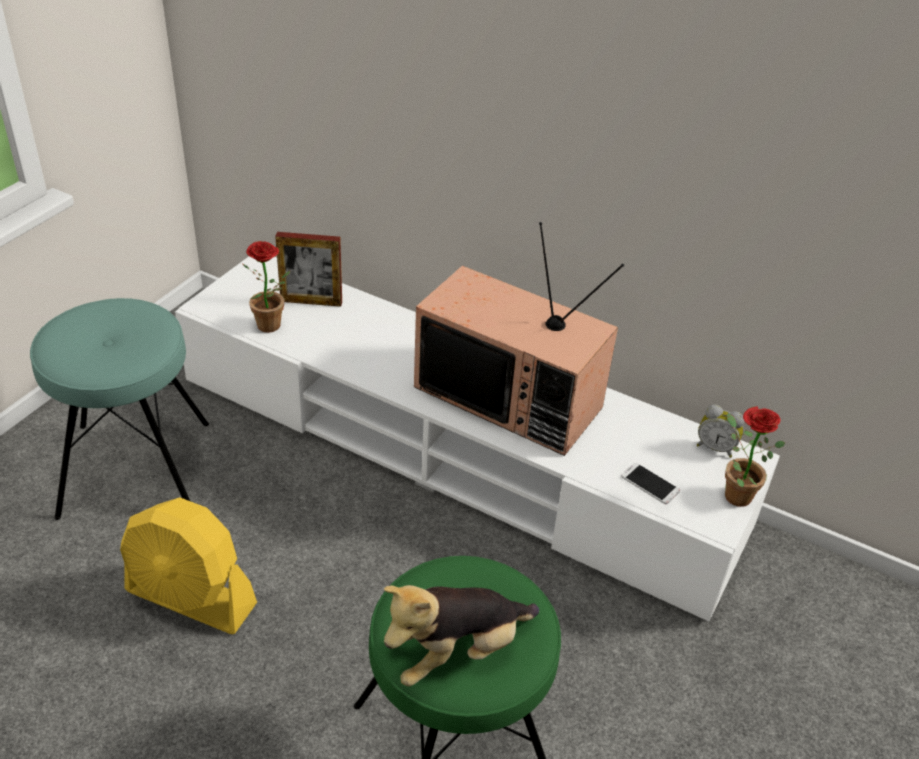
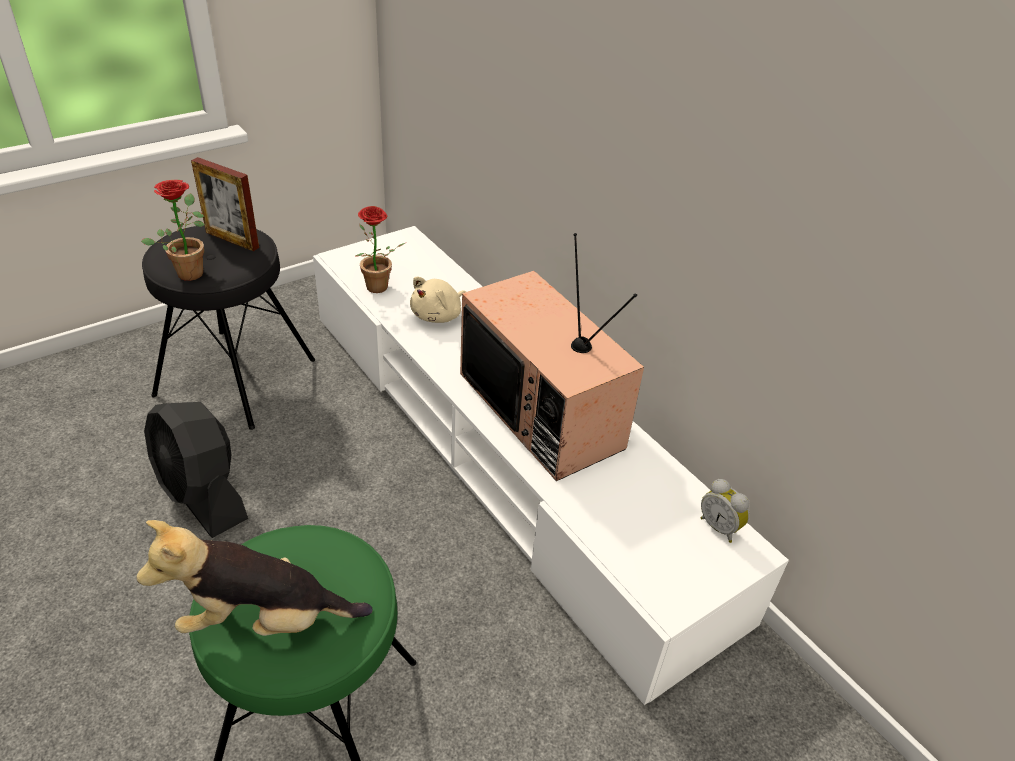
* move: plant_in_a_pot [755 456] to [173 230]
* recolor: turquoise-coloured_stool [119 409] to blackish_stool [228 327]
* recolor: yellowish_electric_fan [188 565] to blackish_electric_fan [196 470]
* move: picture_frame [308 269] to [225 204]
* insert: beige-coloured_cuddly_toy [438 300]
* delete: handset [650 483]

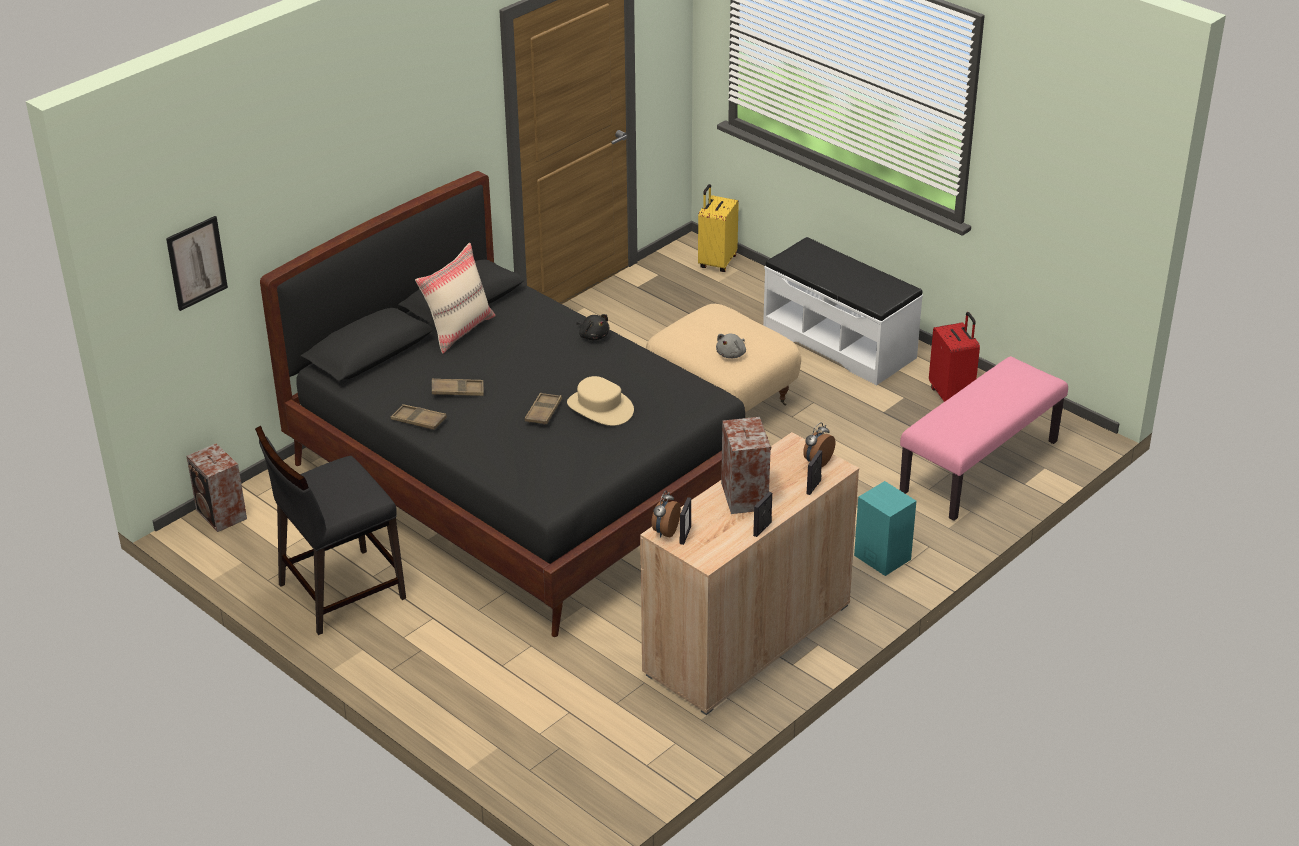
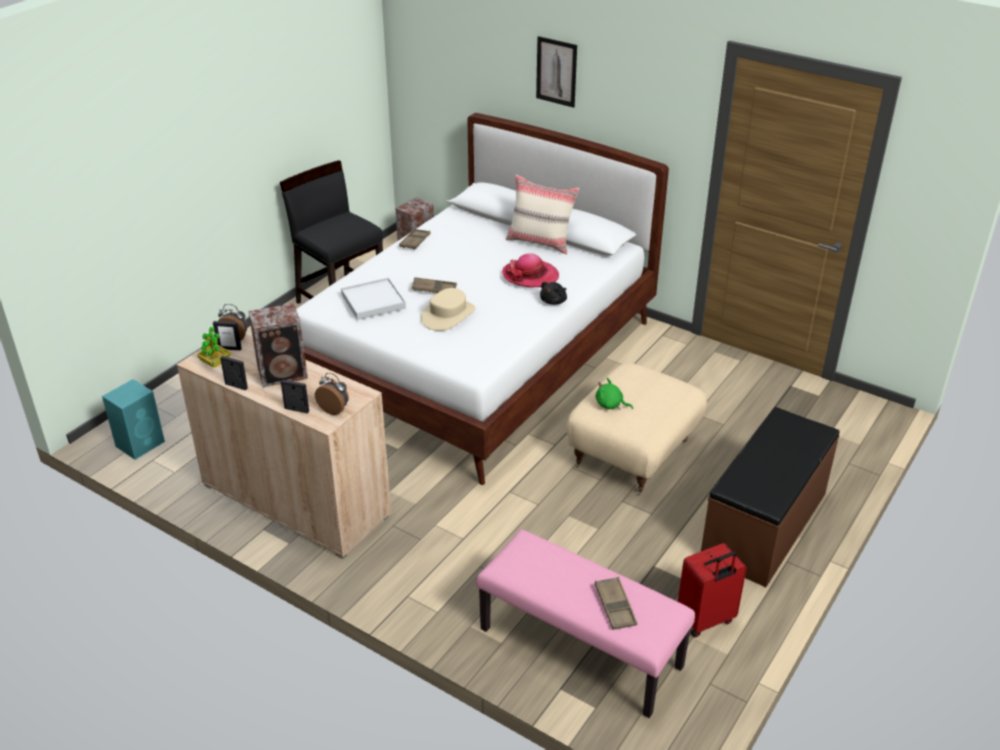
* move: turquoise-coloured_loudspeaker [885 528] to [133 419]
* insert: plant_in_a_pot [214 347]
* recolor: blackish_bed [502 404] to white-coloured_bed [482 299]
* insert: white-coloured_serving_tray [373 299]
* insert: wearable_hat [530 270]
* move: wall_art [197 263] to [556 72]
* move: brownish_serving_tray [458 387] to [616 603]
* recolor: gray_cuddly_toy [731 346] to green-coloured_cuddly_toy [614 394]
* recolor: white-coloured_long_seat [843 311] to brownish_long_seat [770 497]
* delete: yellowish_suitcase [718 228]

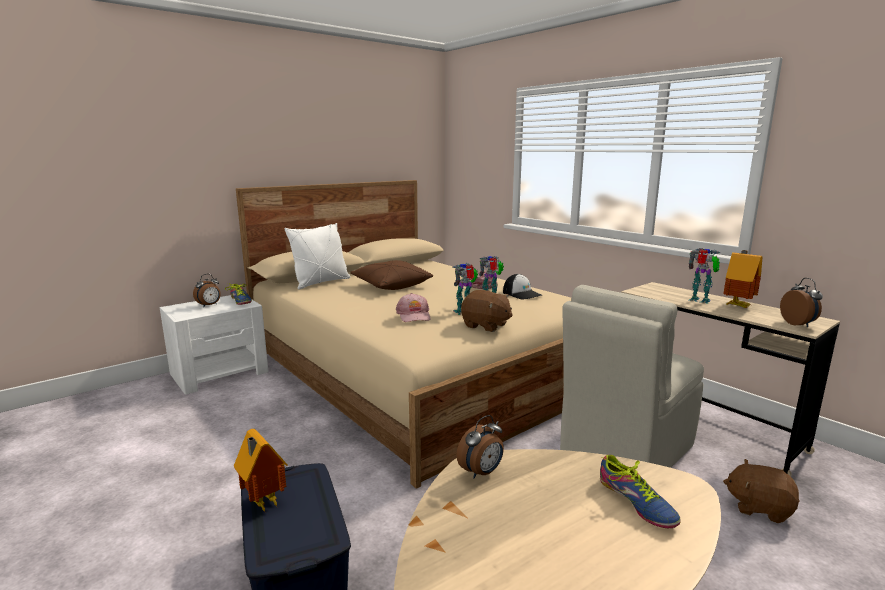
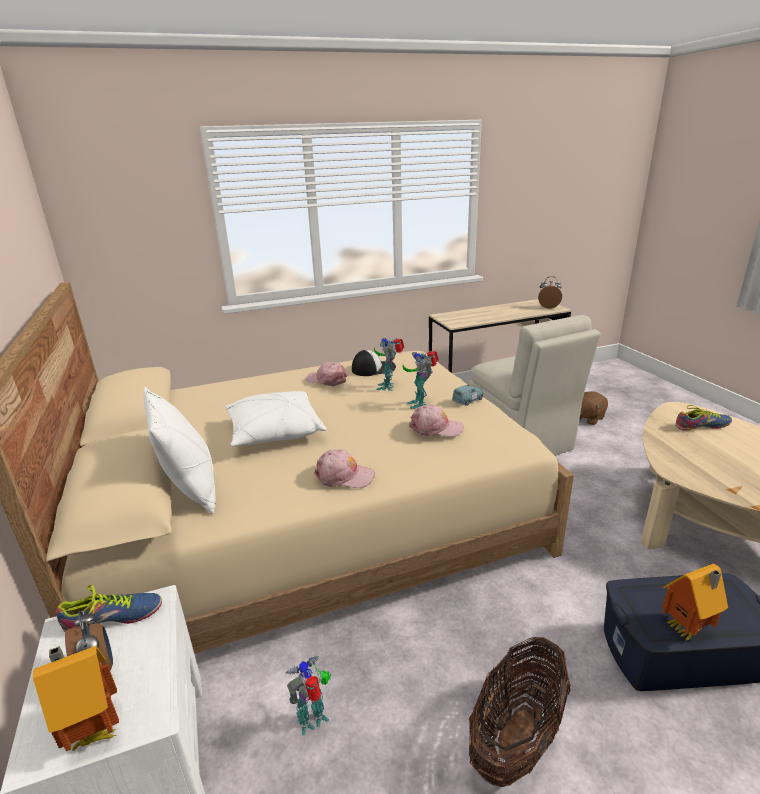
* move: model_house [743 279] to [76 699]
* recolor: brownish_throw_pillow [391 275] to white-coloured_throw_pillow [275 418]
* move: model_robot [704 276] to [308 695]
* insert: pinkish_cap [344 469]
* replace: brownish_cuddly_toy [487 311] to blue-coloured_miniature_car [468 395]
* insert: storage_basket [520 712]
* delete: table_clock [480 446]

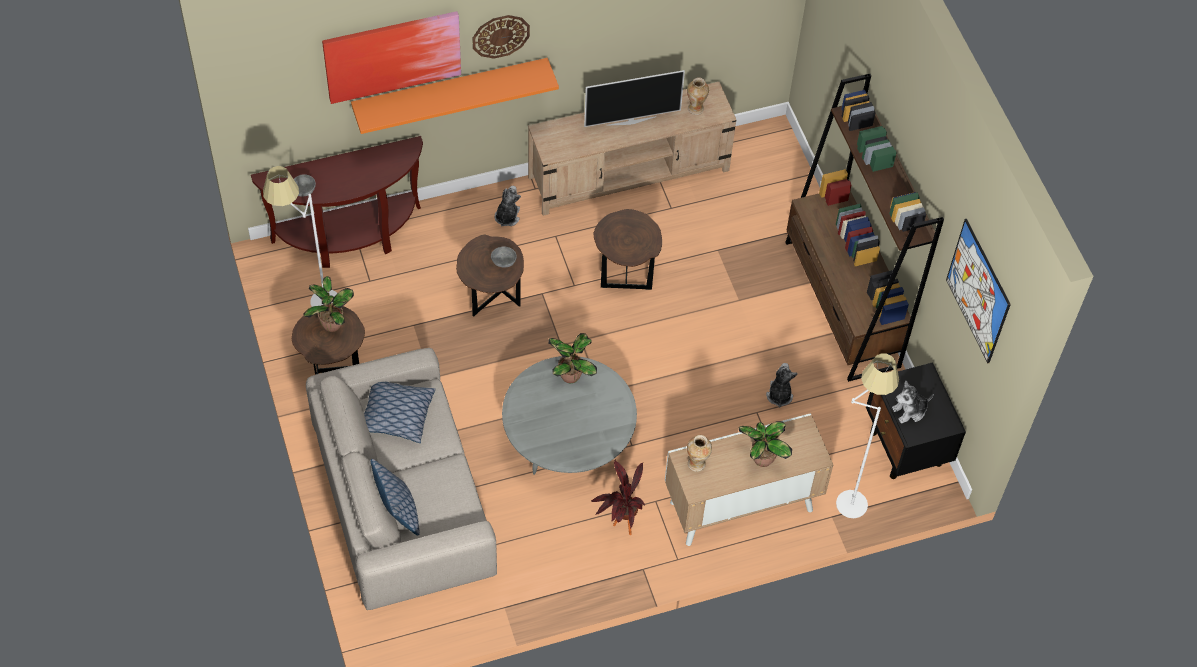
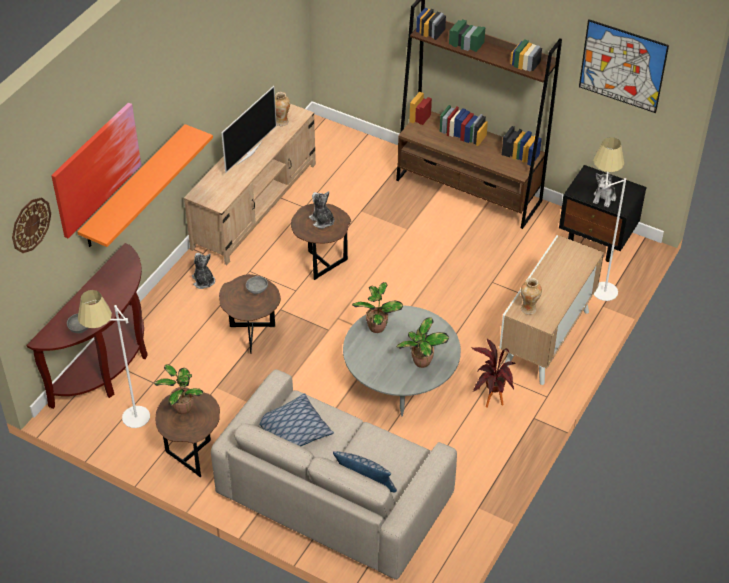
* move: wall_clock [501 37] to [31 225]
* move: cuddly_toy [782 385] to [321 210]
* move: plant_in_a_pot [765 444] to [423 342]

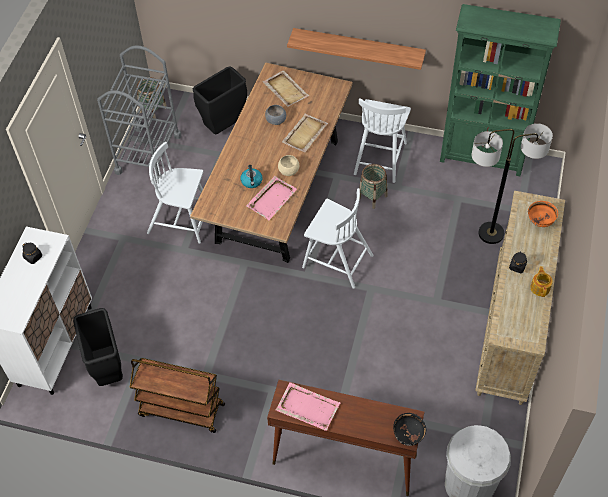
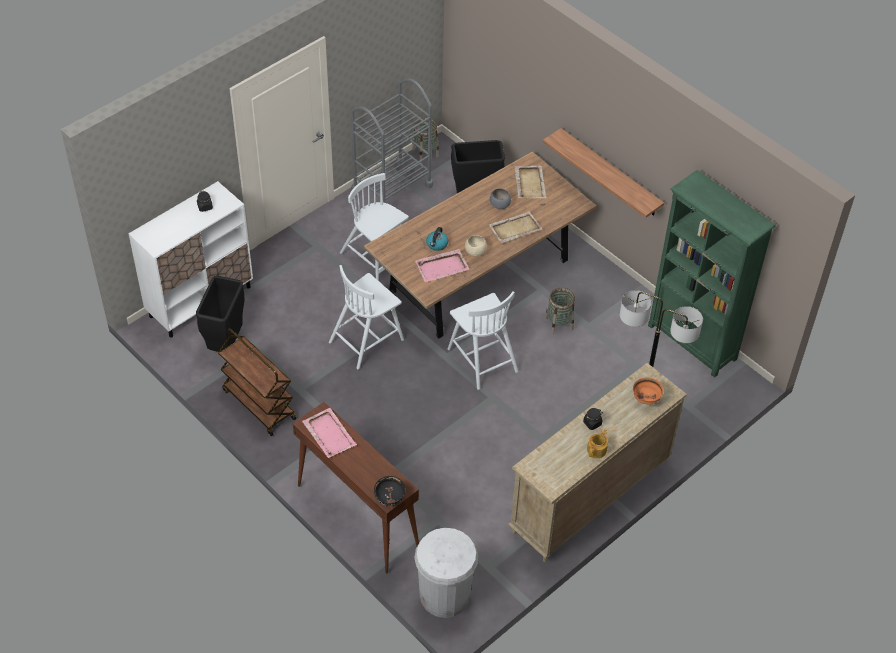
* move: white-coloured_chair [382 140] to [366 317]

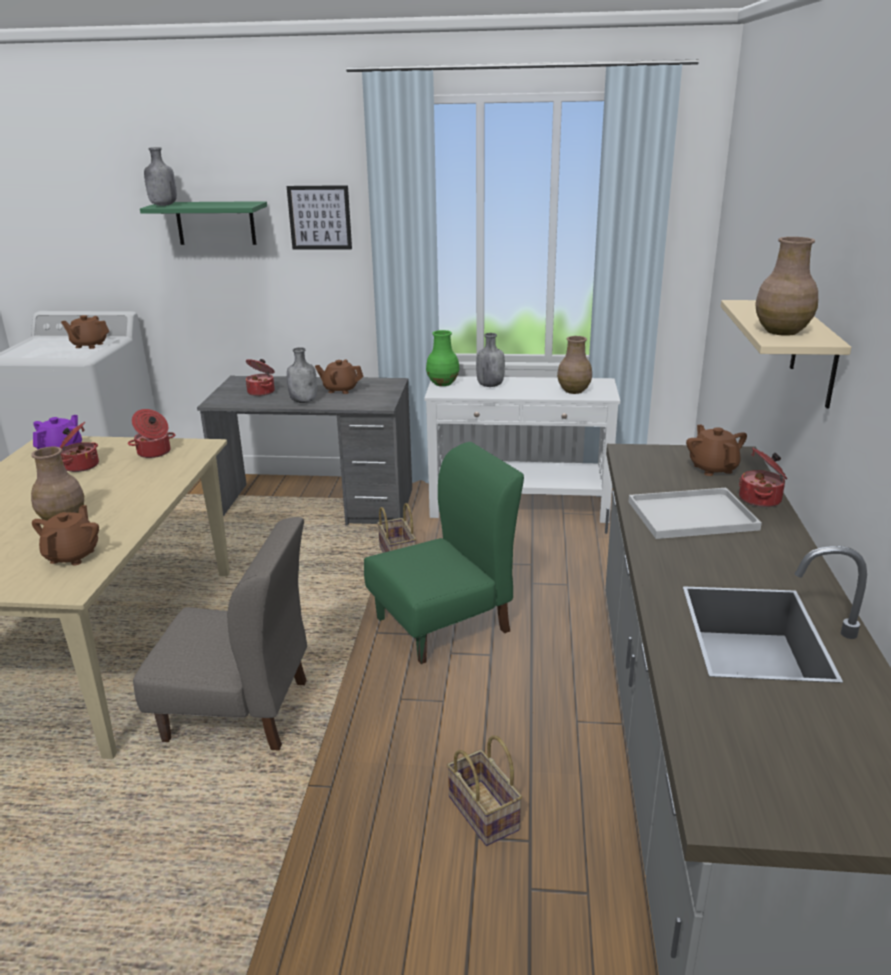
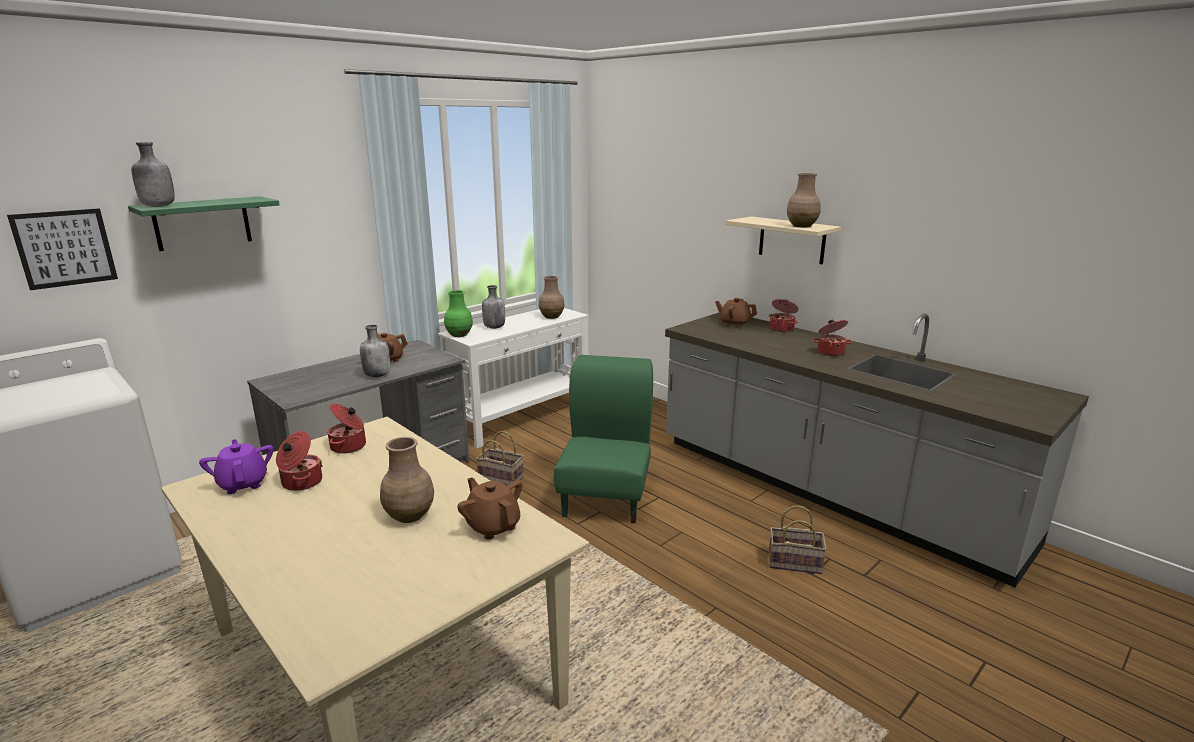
* move: wall_art [319 217] to [62 249]
* move: cooking_pot [260 377] to [832 338]
* delete: brownish_pot_for_tea [85 332]
* delete: gray_chair [220 634]
* delete: white-coloured_serving_tray [695 513]

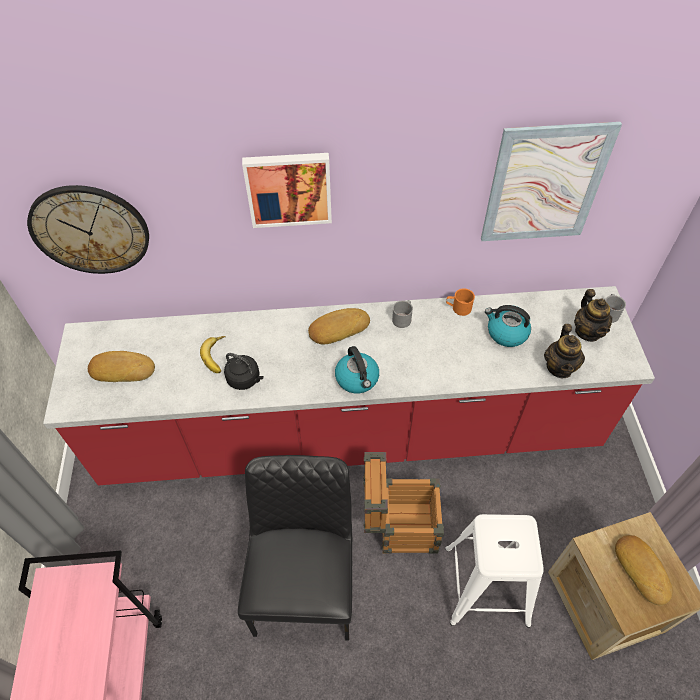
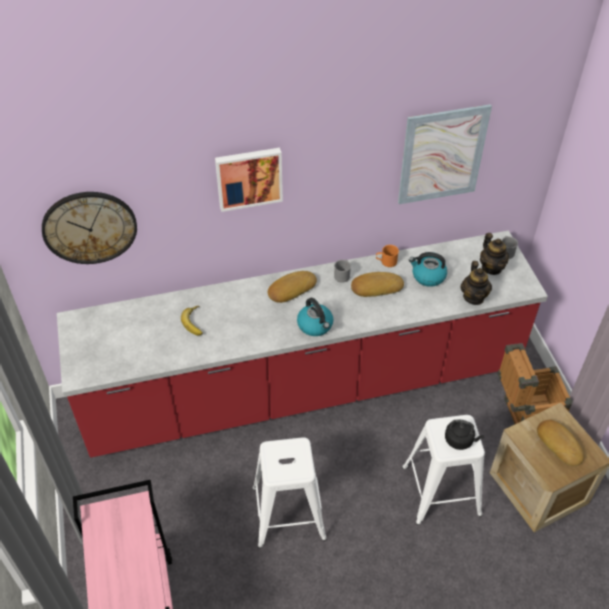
* replace: blackish_chair [295 548] to white-coloured_stool [289 492]
* move: bread [121 366] to [377 284]
* move: blackish_tea_kettle [244 371] to [464 434]
* move: shipping_crate [403 503] to [535 383]

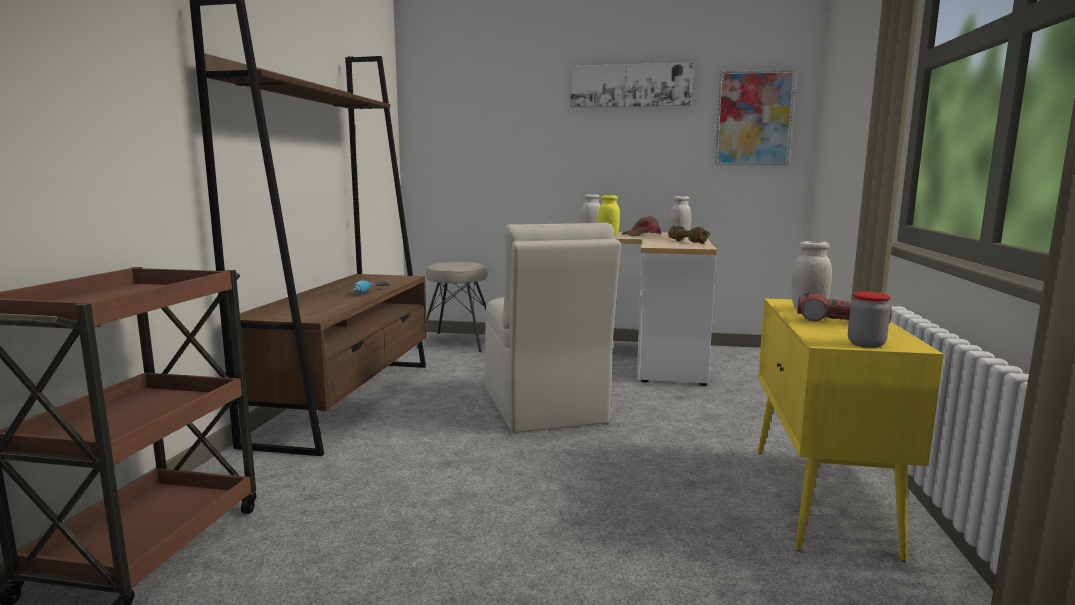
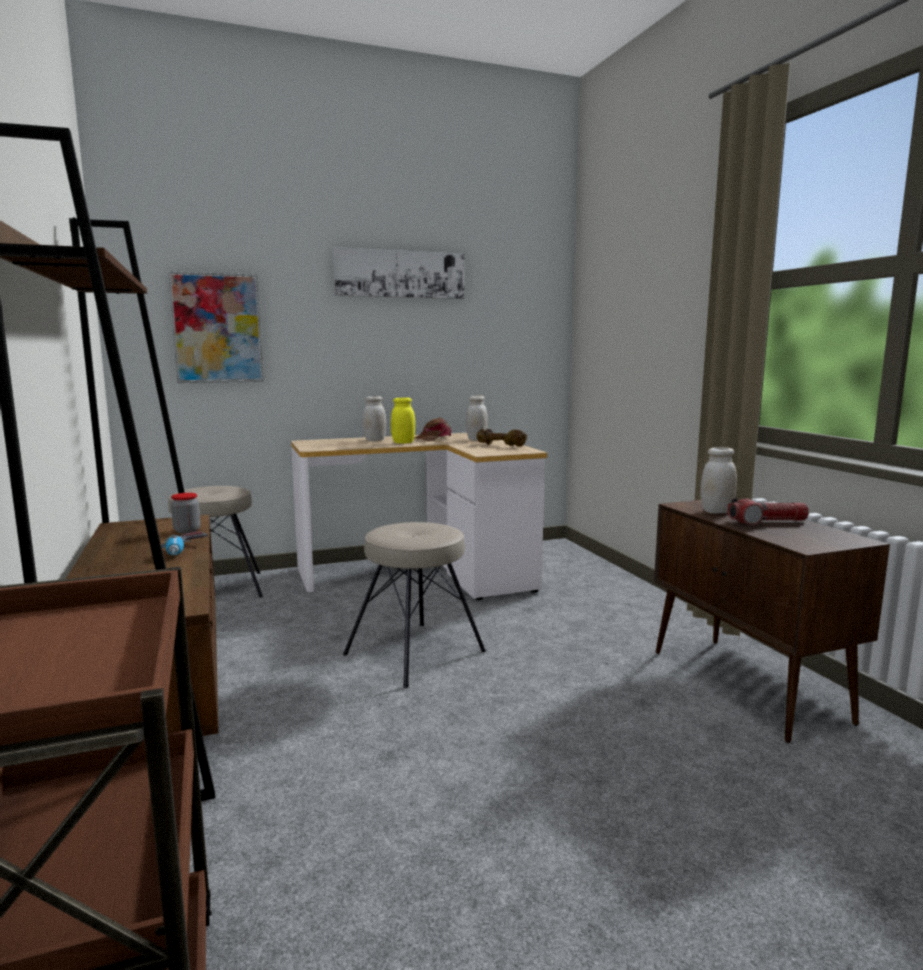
* move: wall_art [755 117] to [216 327]
* move: preserve_jar [869 320] to [185 513]
* replace: beige-coloured_chair [553 328] to beige-coloured_stool [414 605]
* recolor: yellowish_cabinet [851 430] to brownish_cabinet [772 621]

